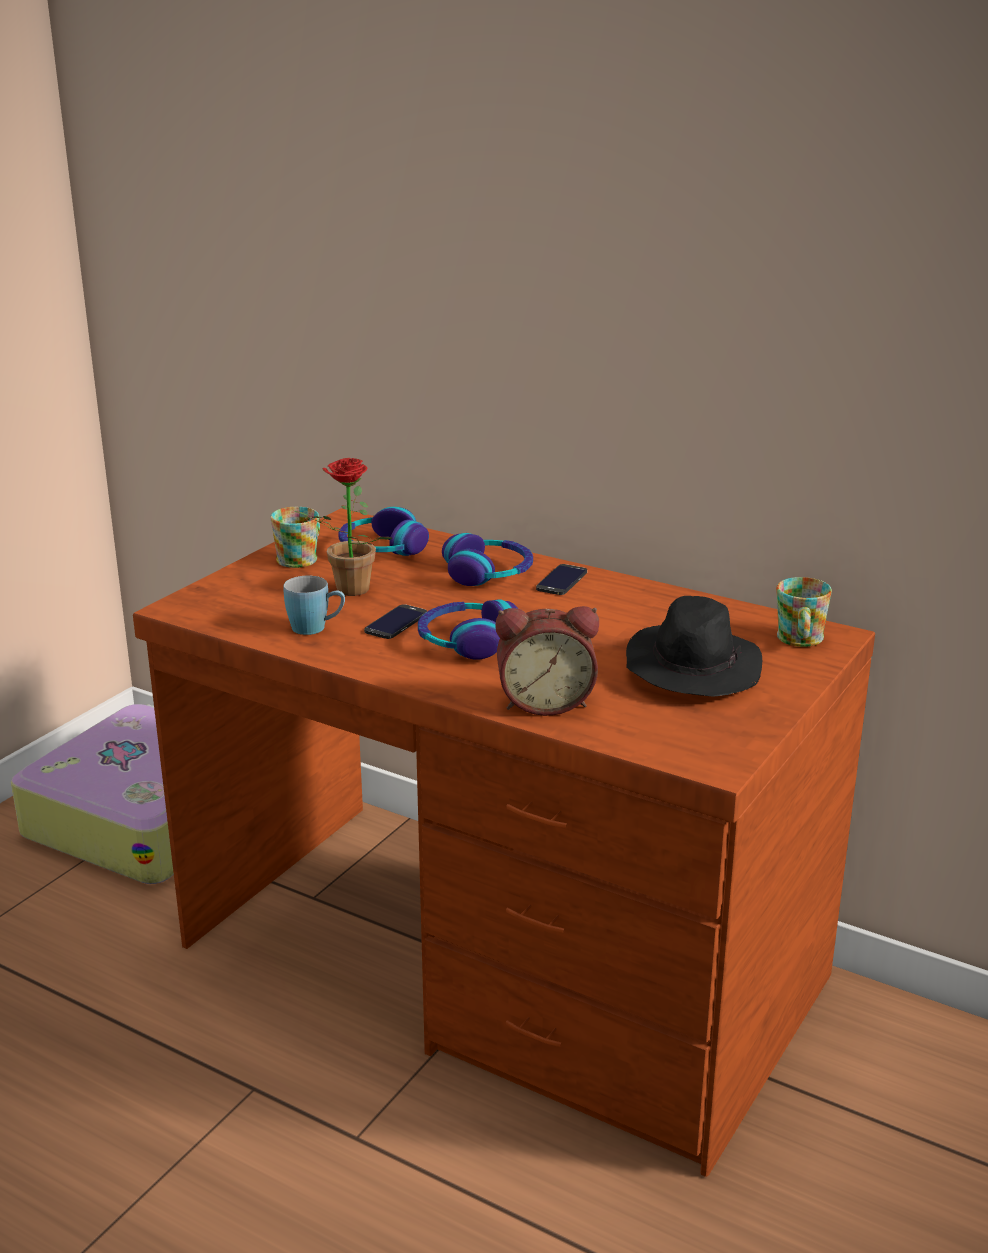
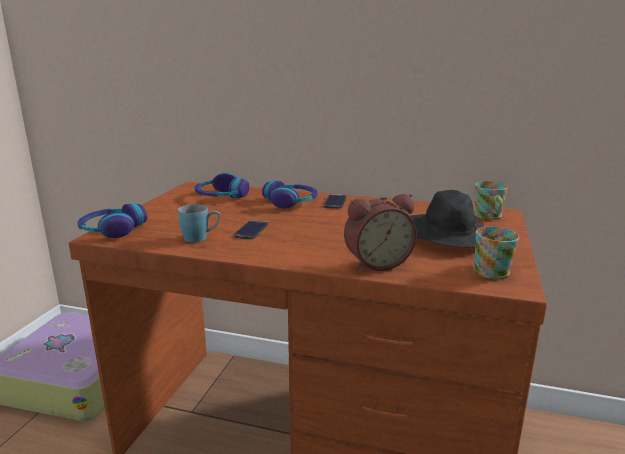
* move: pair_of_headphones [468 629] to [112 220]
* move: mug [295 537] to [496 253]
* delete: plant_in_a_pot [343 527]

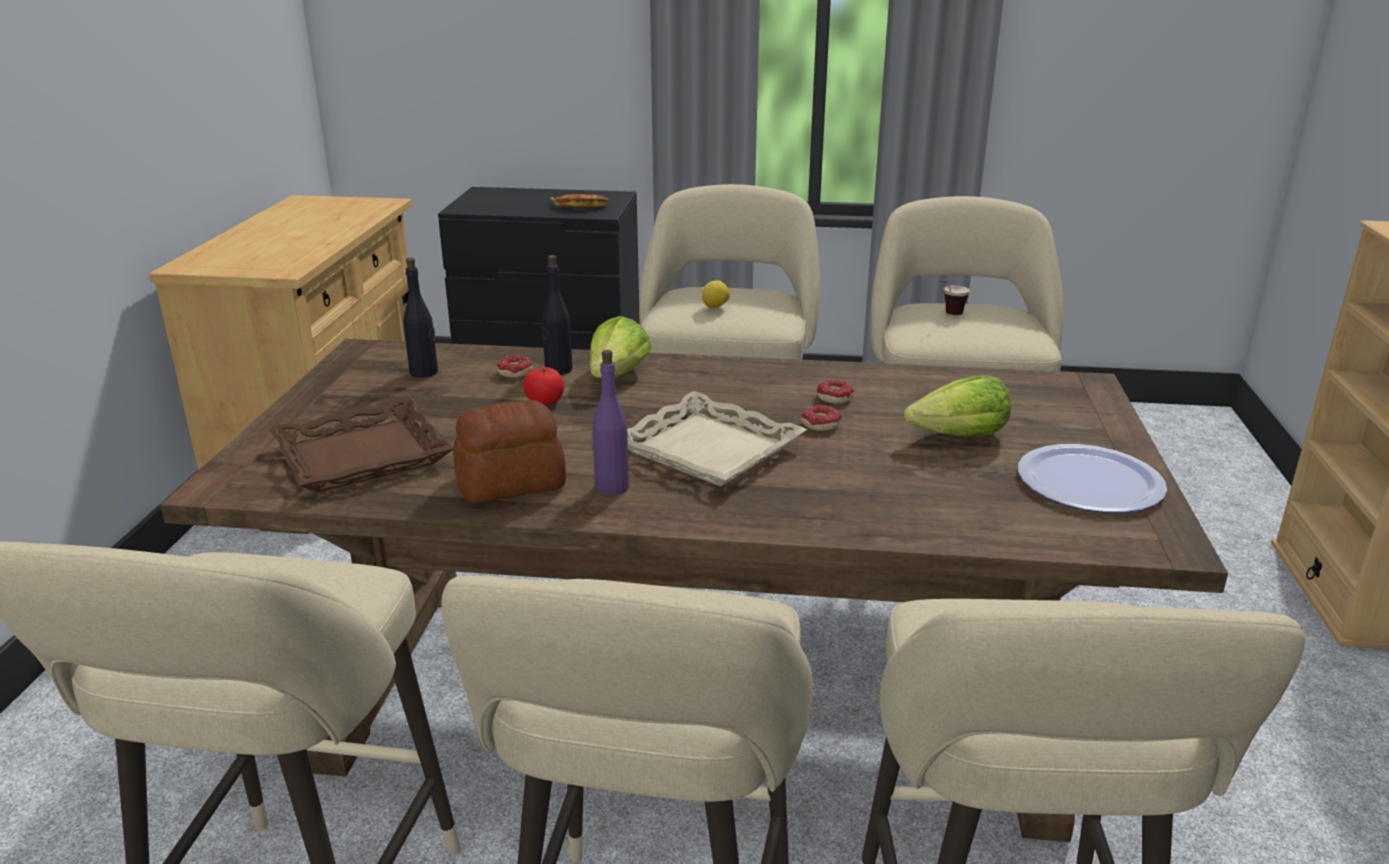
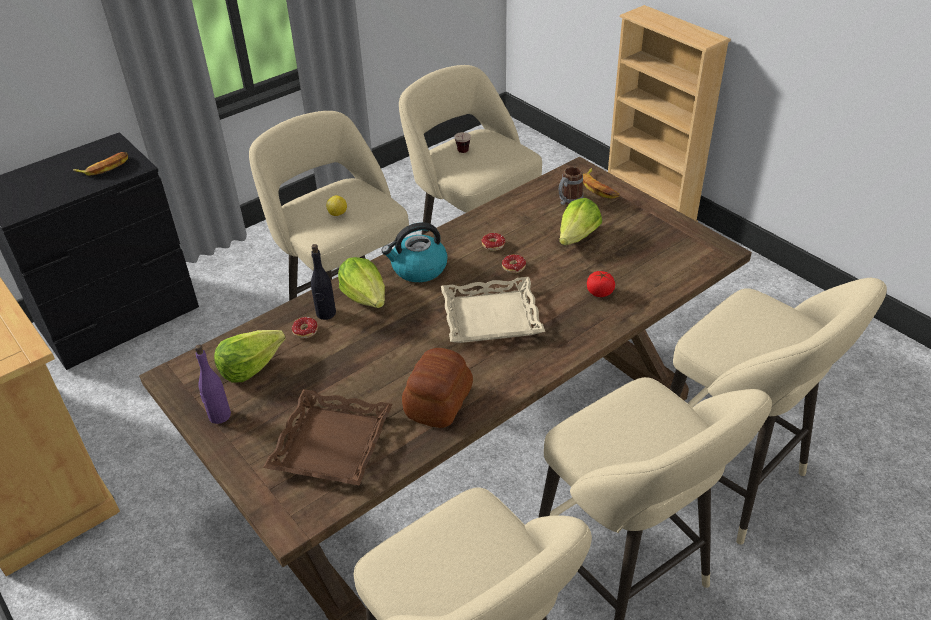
* move: purple_drink_bottle [610 422] to [213 384]
* replace: blackish_drink_bottle [420 318] to lettuce [250 356]
* insert: tea_kettle [414 252]
* insert: mug [570 186]
* insert: banana [601 183]
* move: tomato [543 386] to [601 284]
* delete: plate [1092 478]

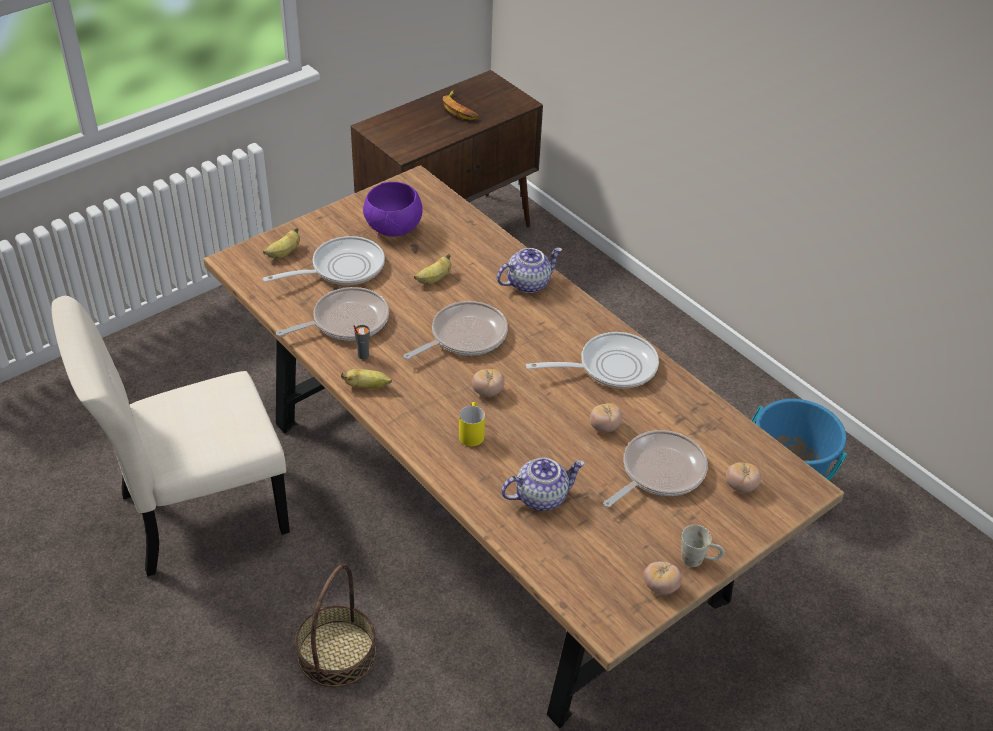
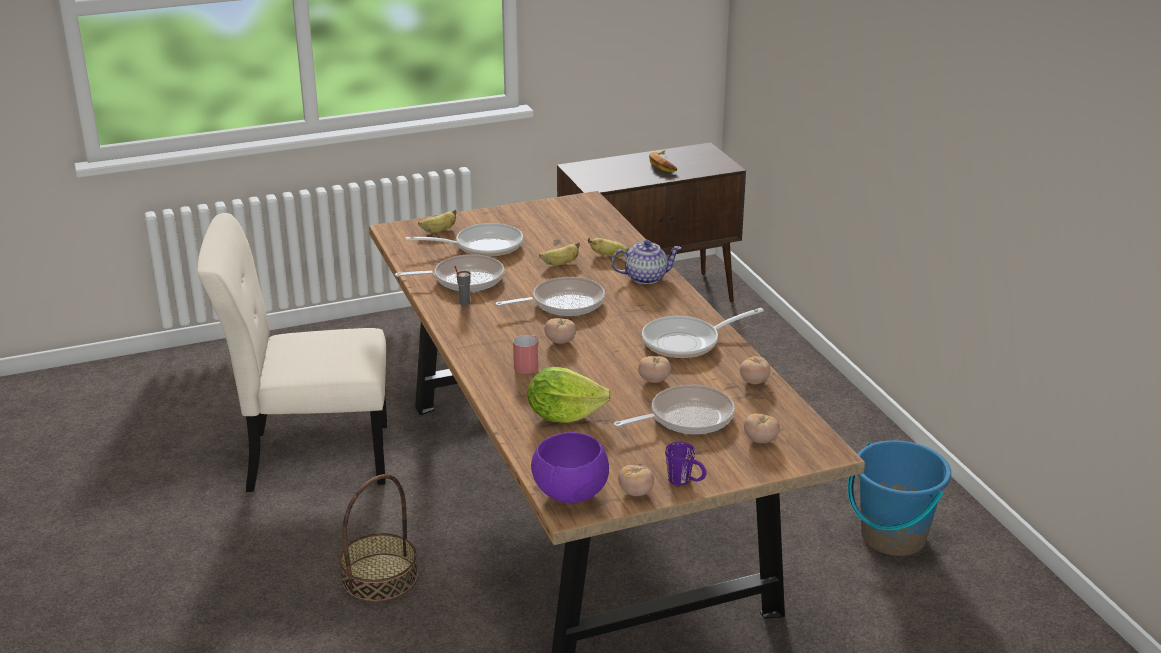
* recolor: yellowish_mug [472 424] to red-coloured_mug [526 354]
* replace: pot_for_tea [543 484] to lettuce [569 395]
* move: purple_serving_bowl [393 209] to [570 467]
* move: banana [366 379] to [608 247]
* rotate: pan [592 360] = [703 333] 150 degrees clockwise
* recolor: white-coloured_mug [703 546] to purple_mug [685 463]
* insert: tomato [755 370]

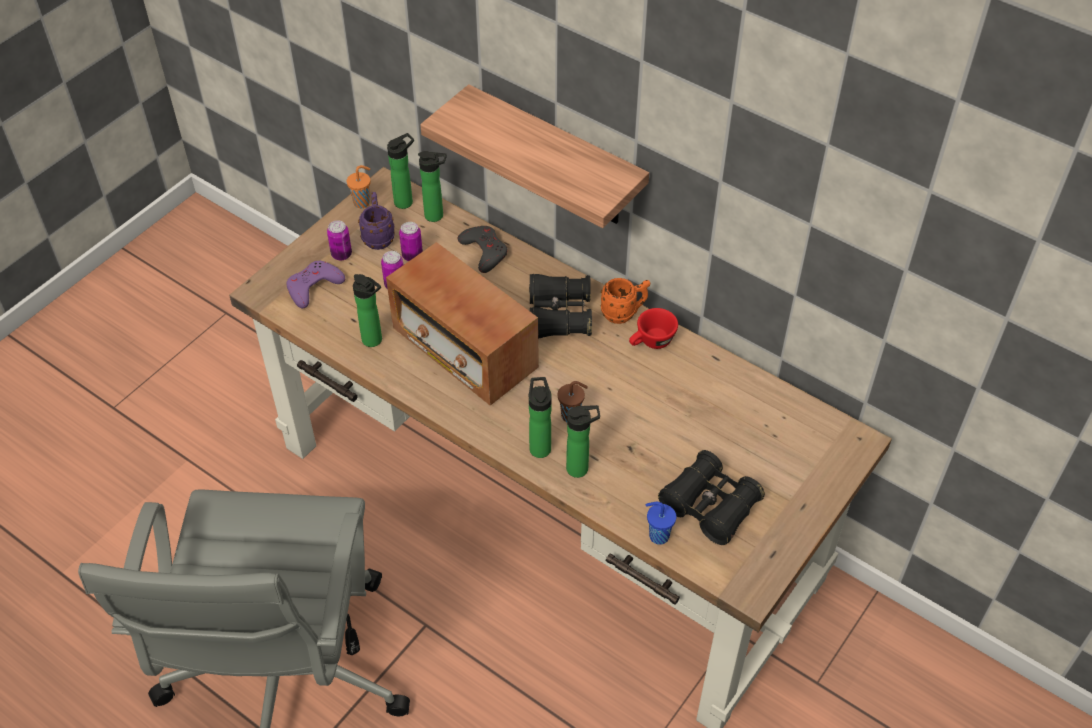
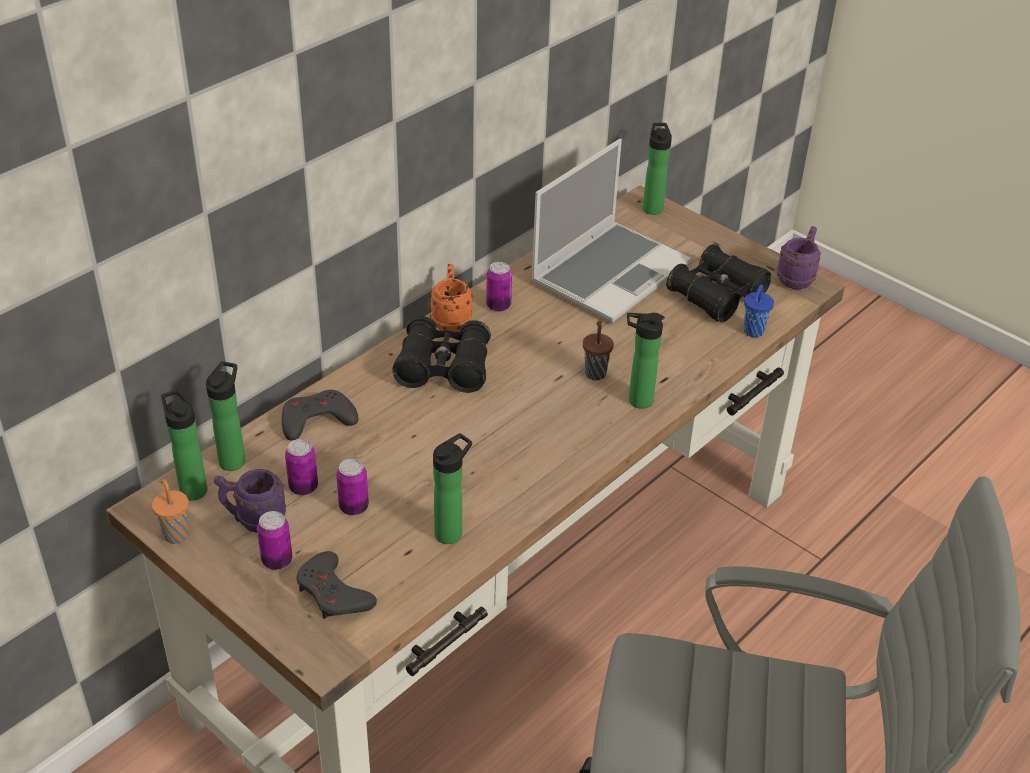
* recolor: purple_gamepad [316 284] to gray_gamepad [336 585]
* replace: red-coloured_small_cup [653 328] to can [499 287]
* insert: notebook_computer [611 231]
* move: drink_bottle [583 441] to [657 169]
* insert: purple_mug [799 257]
* delete: radio [462 324]
* delete: wall_shelf [534 156]

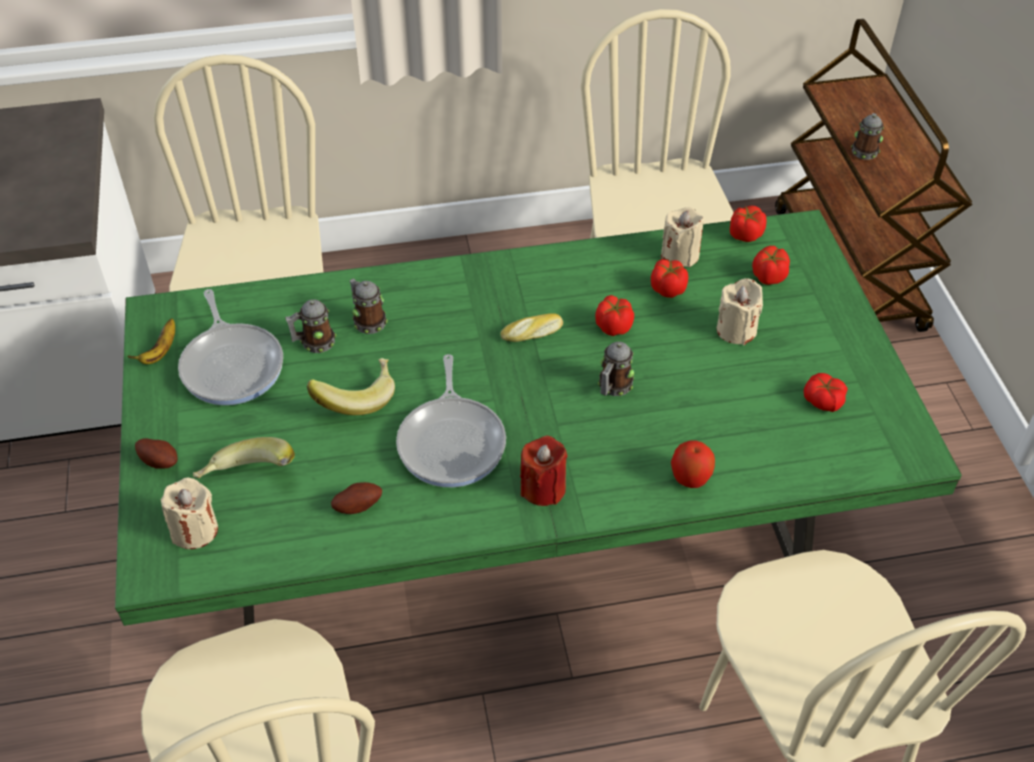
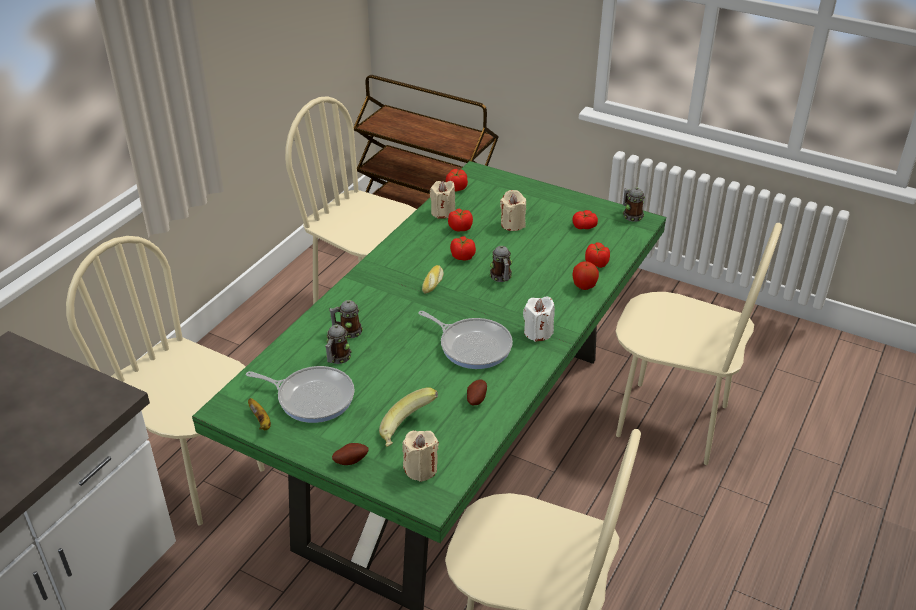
* recolor: red-coloured_wax_candle [544 470] to white-coloured_wax_candle [539 319]
* move: tomato [771 265] to [597 255]
* move: mug [867 136] to [634 204]
* delete: banana [351 386]

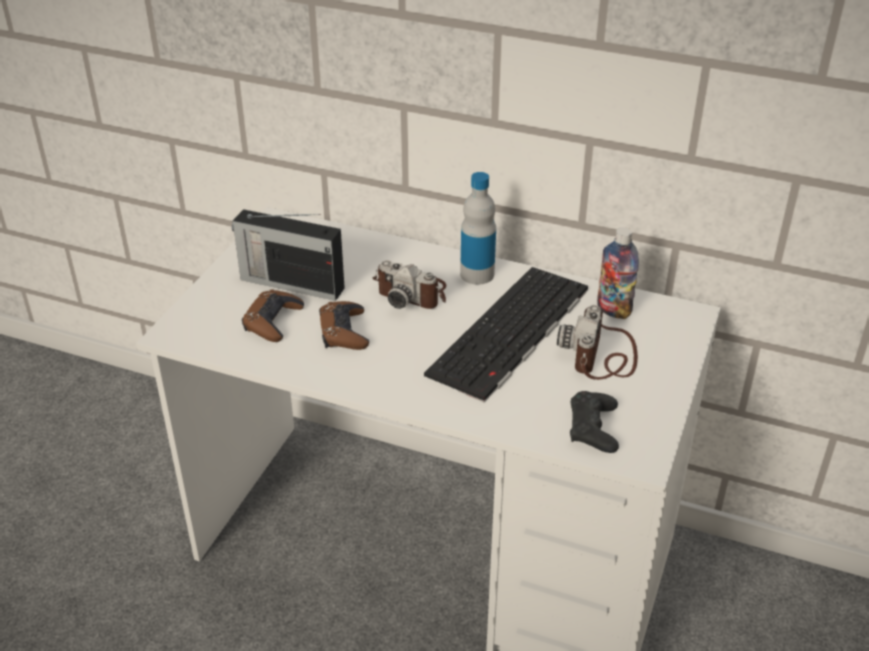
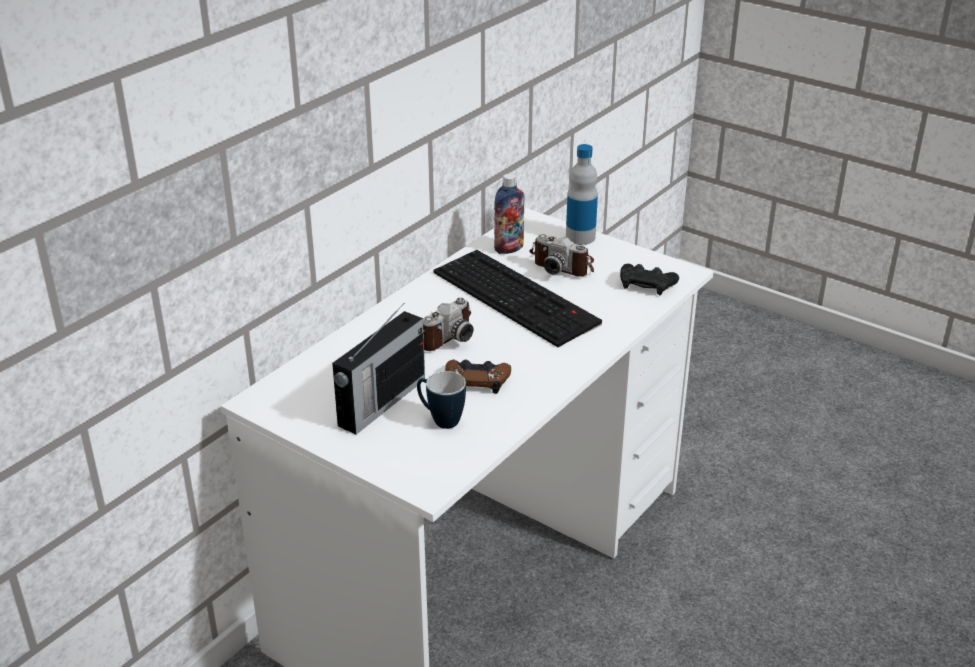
* replace: brownish_gamepad [273 315] to mug [441 400]
* move: drink_bottle [478 228] to [582 194]

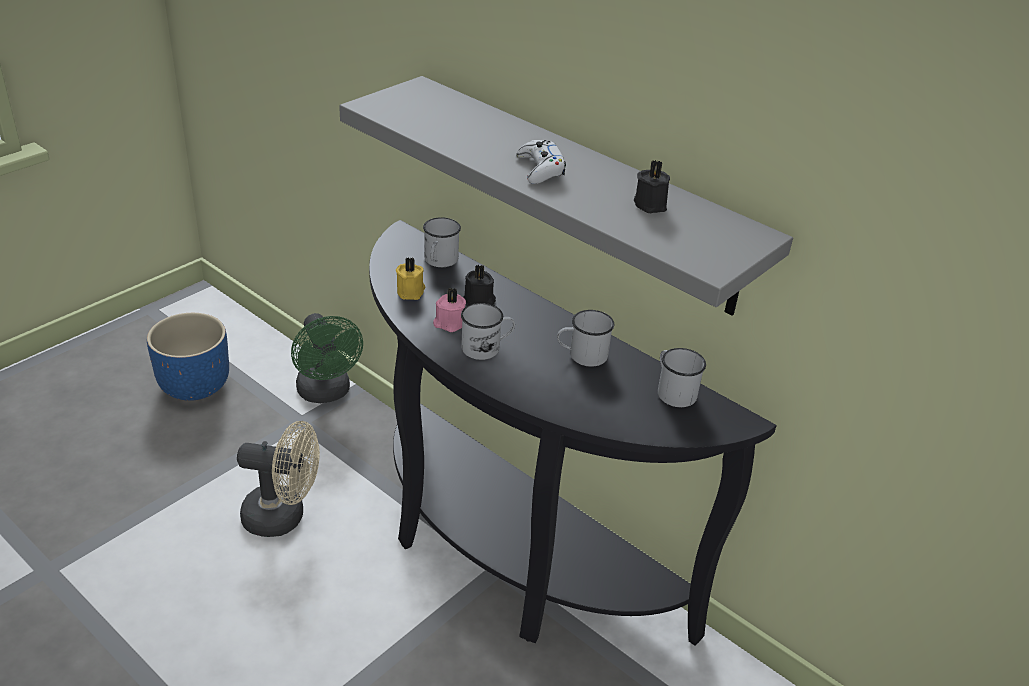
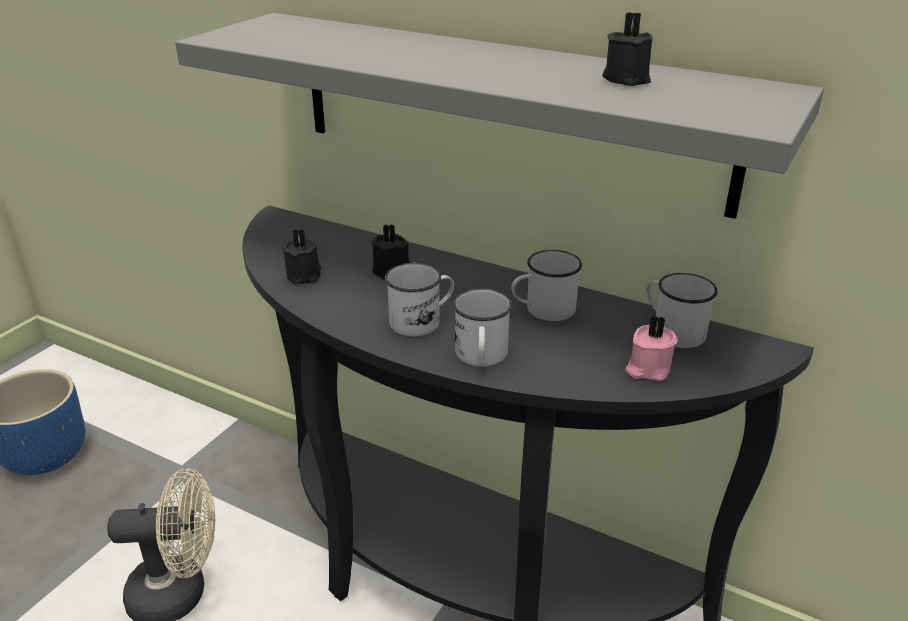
* recolor: yellowish_wax_candle [410 278] to blackish_wax_candle [301 257]
* move: white-coloured_mug [442 242] to [482 327]
* move: pinkish_wax_candle [449 310] to [651 348]
* delete: green-coloured_electric_fan [327 358]
* delete: white-coloured_gamepad [541 162]

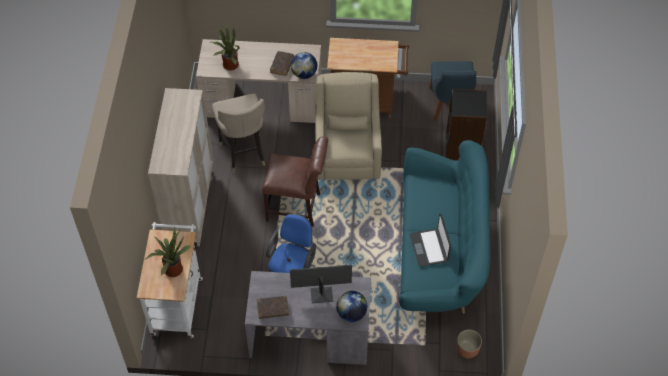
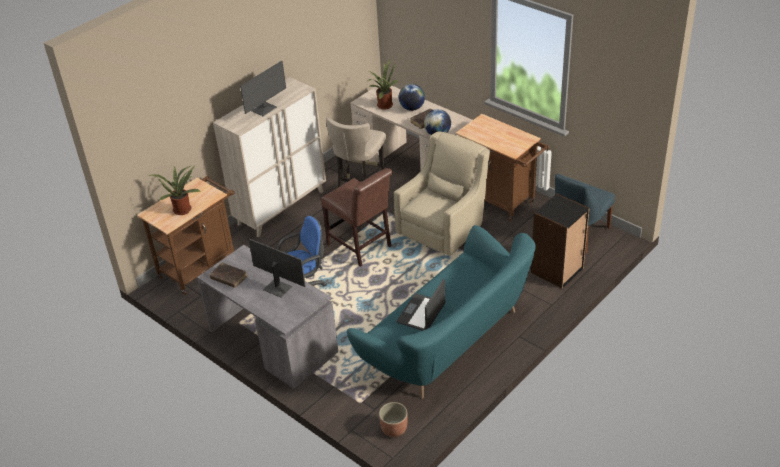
* recolor: white-coloured_trolley [170 280] to brownish_trolley [185 235]
* insert: computer_screen [263 88]
* move: globe [351 306] to [412 97]

